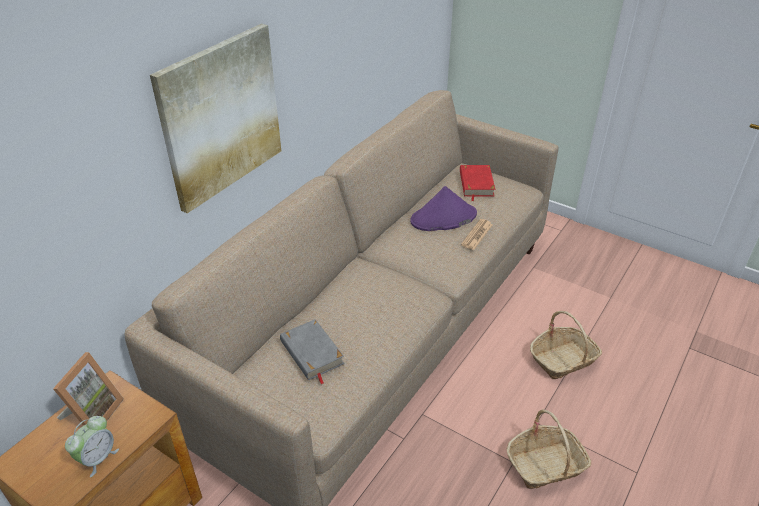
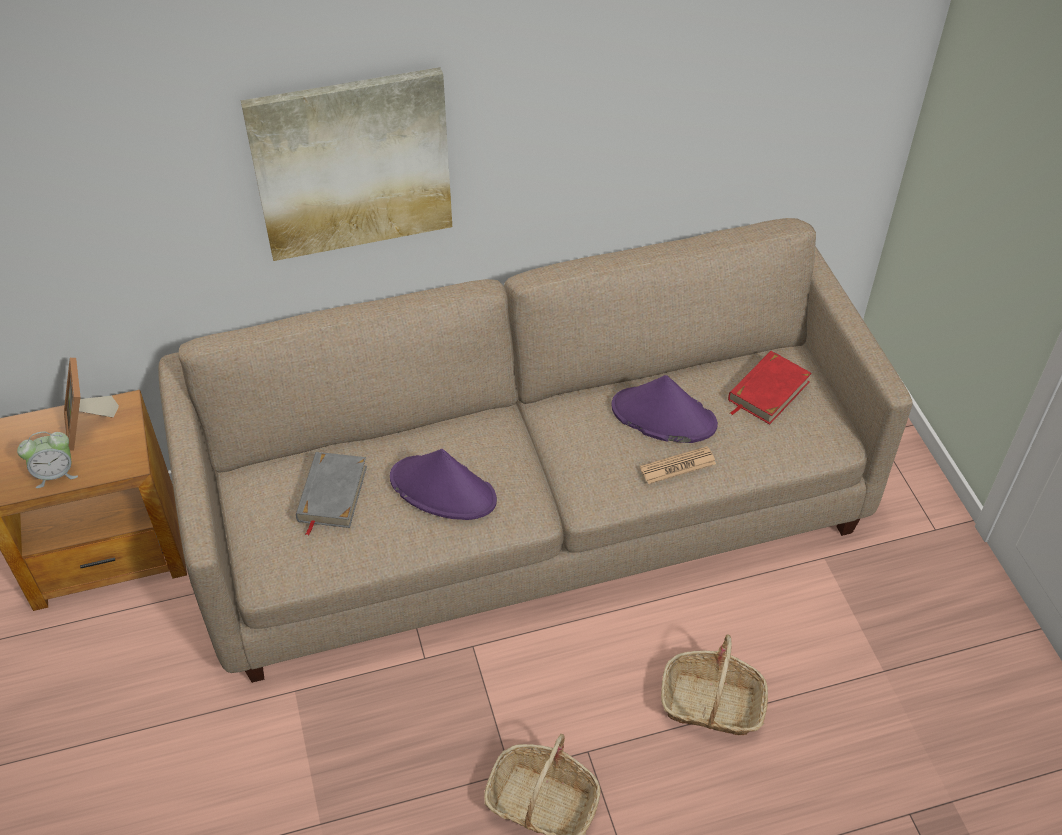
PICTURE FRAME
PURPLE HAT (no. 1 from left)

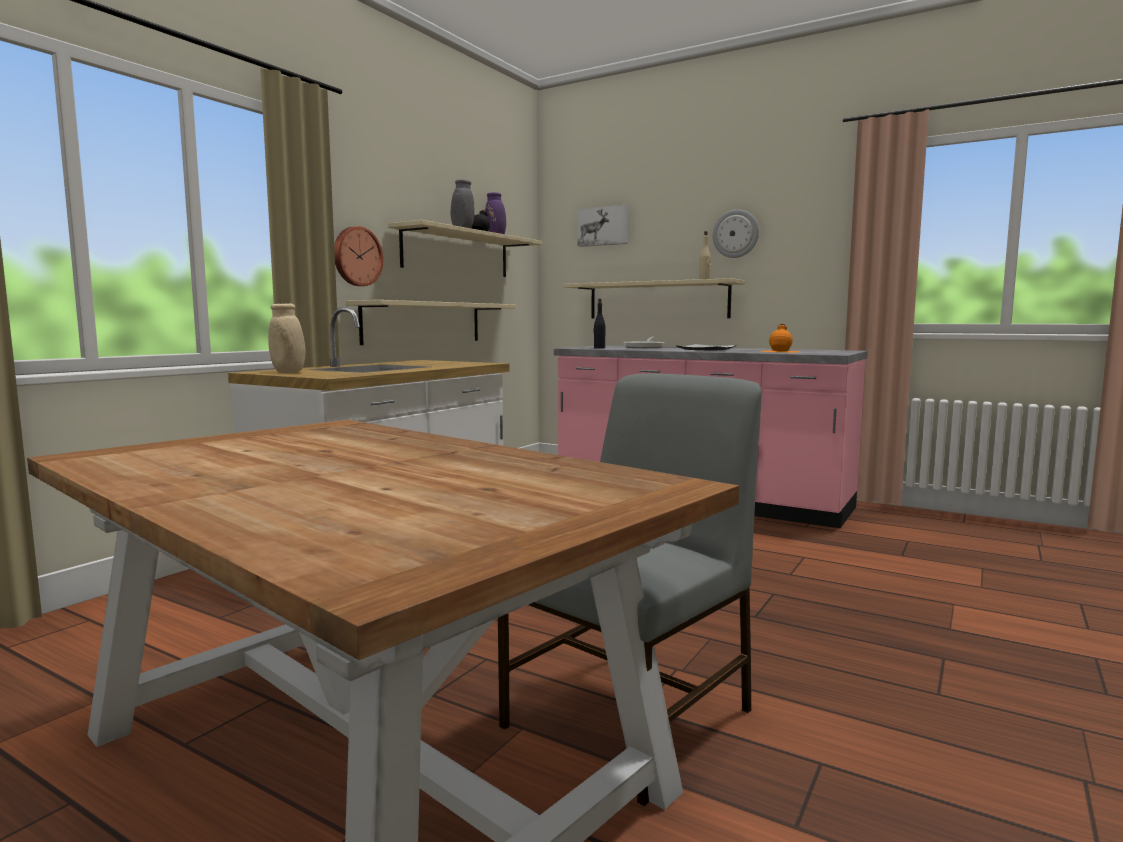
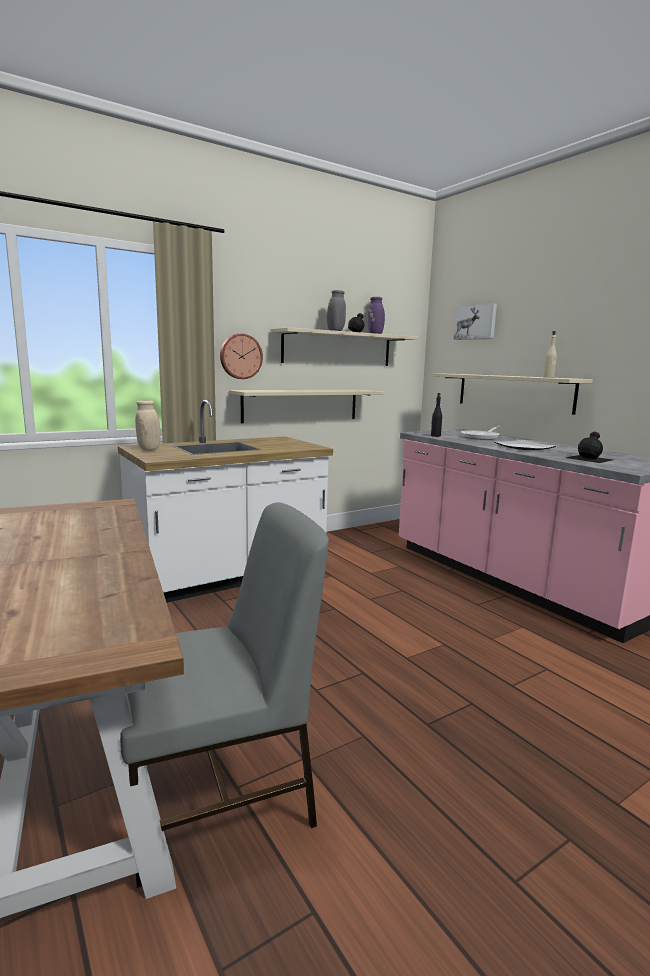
BLACK BOTTLE (no. 3 from left)
WALL CLOCK (no. 2 from left in the first image)

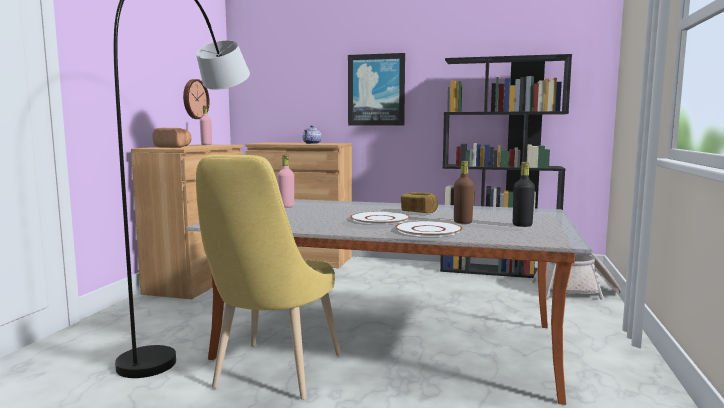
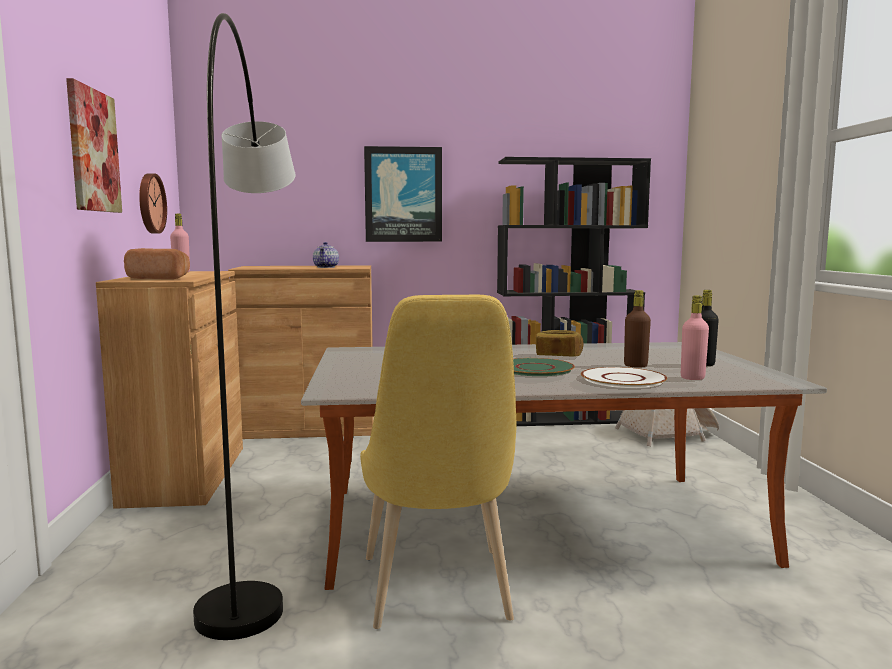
PICTURE (no. 1 from left)
GREEN PLATE
PINK BOTTLE (no. 2 from left)

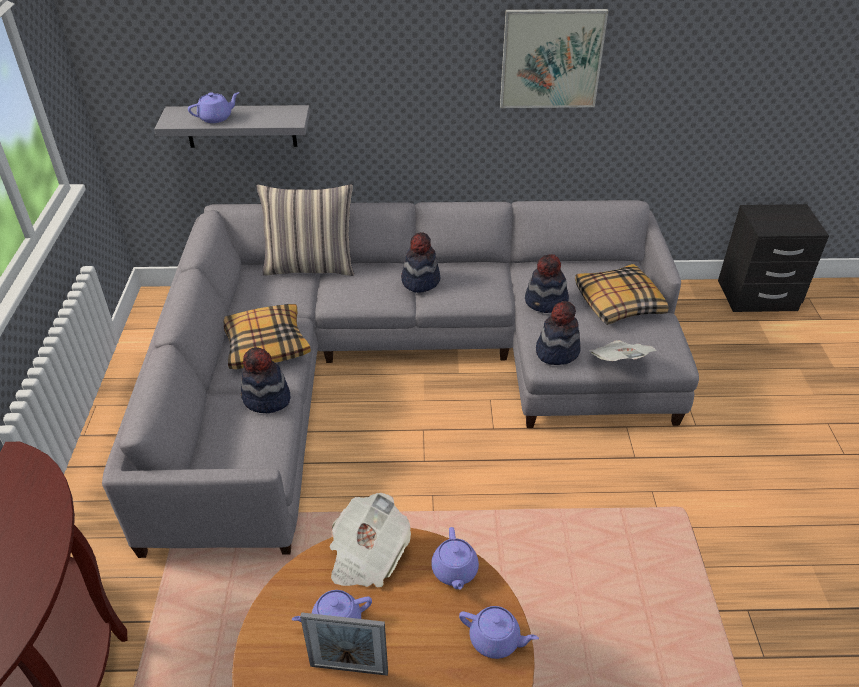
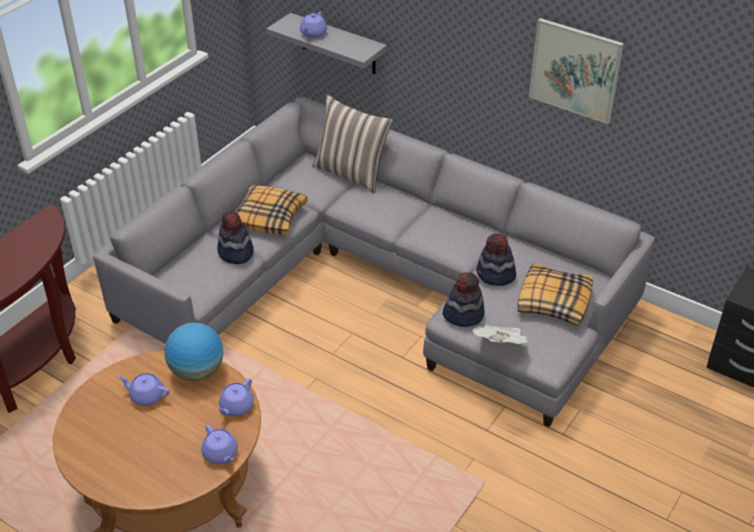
GLOBE
PURPLE TEAPOT (no. 4 from left)
PICTURE FRAME
HAT (no. 2 from left in the first image)

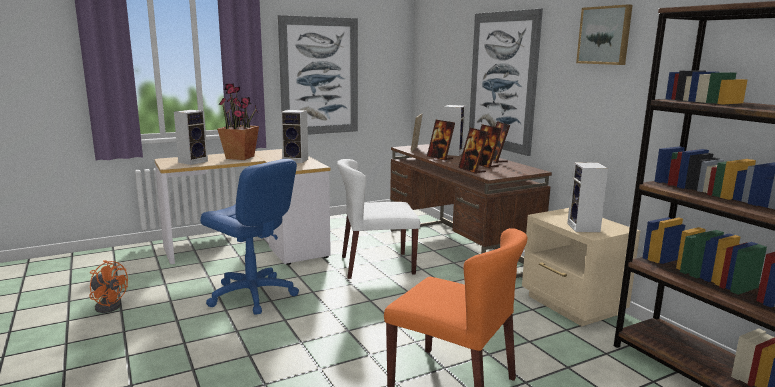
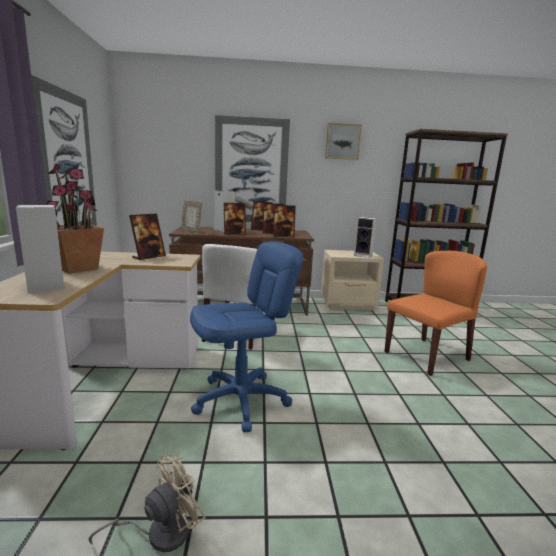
BEIGE FAN
PICTURE FRAME (no. 1 from left)

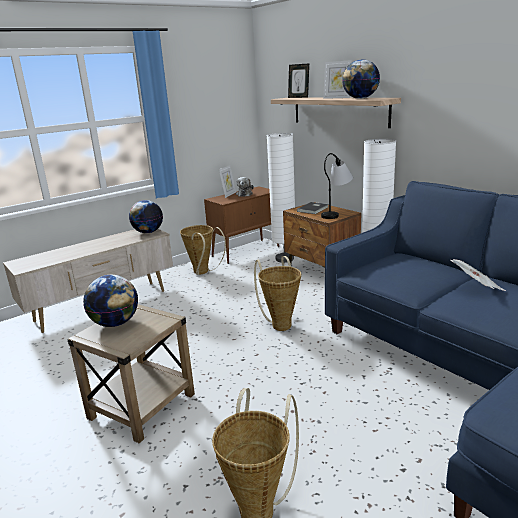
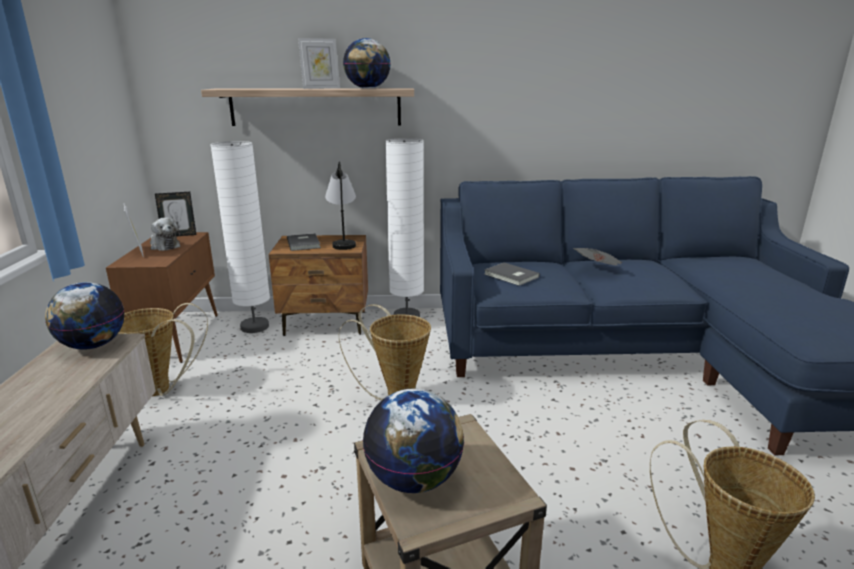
PICTURE FRAME (no. 2 from left)
GREY BOOK (no. 2 from left)

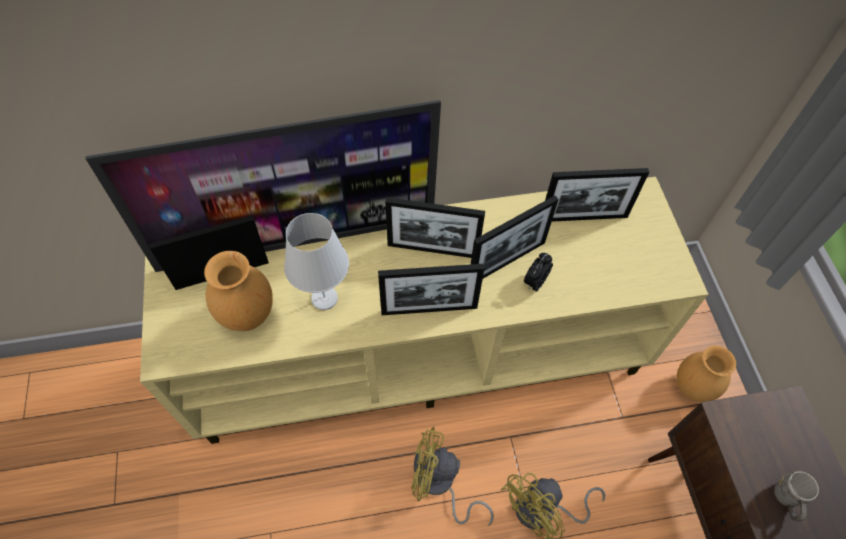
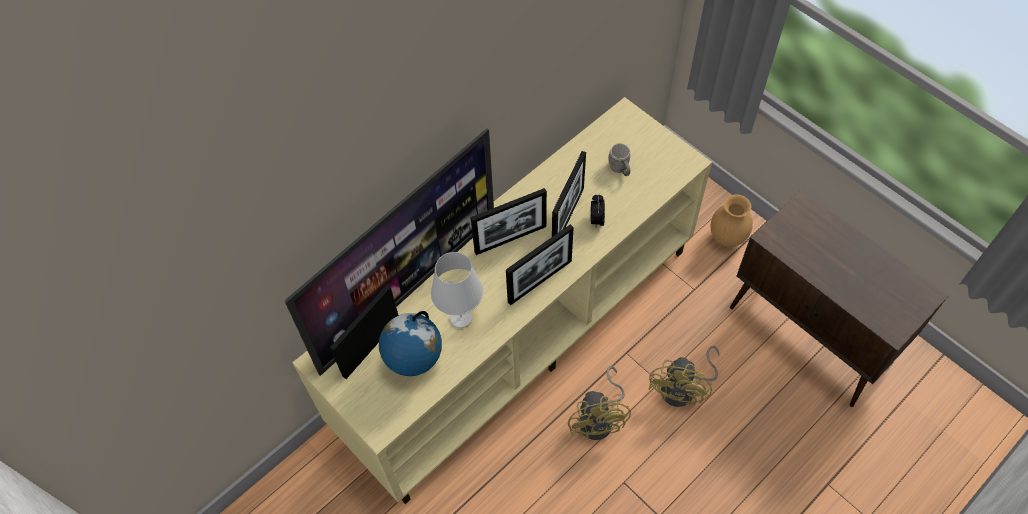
GLOBE
YELLOW FAN (no. 1 from left)
GREY MUG
PICTURE FRAME (no. 5 from left in the first image)

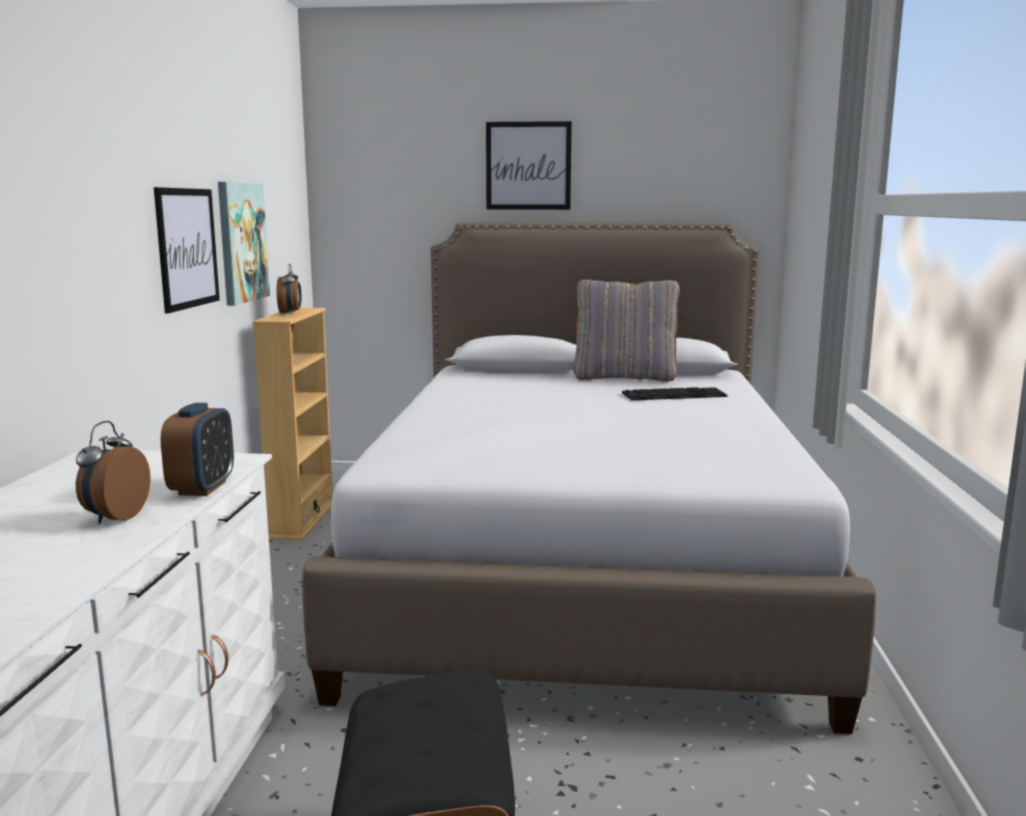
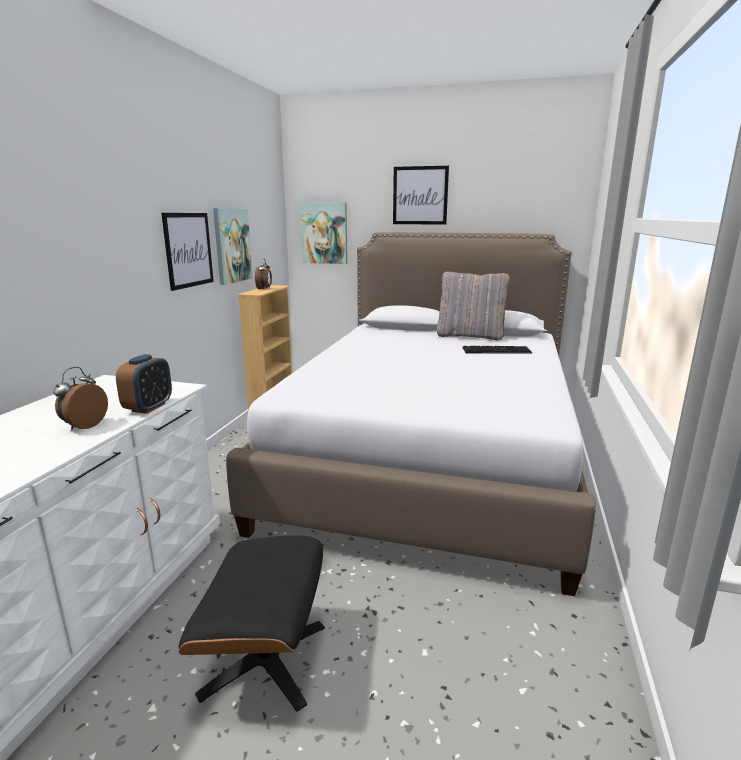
PICTURE (no. 3 from left)

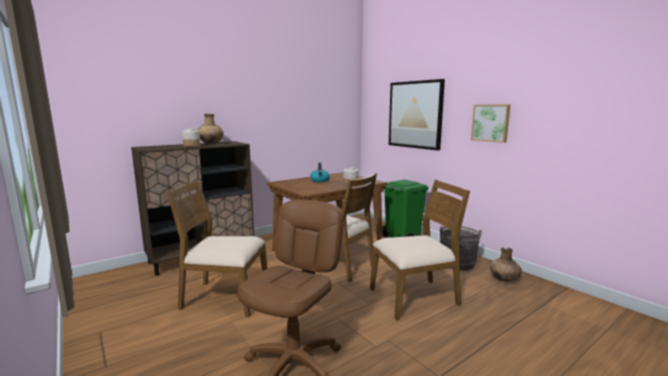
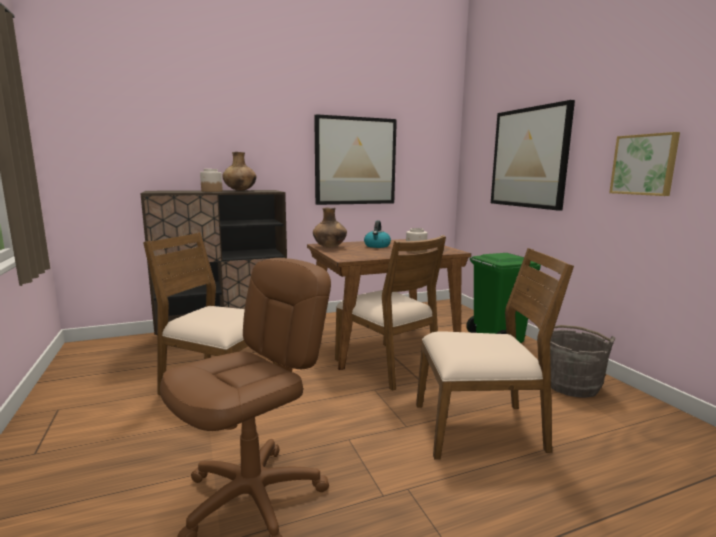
BROWN VASE (no. 2 from left)
PICTURE (no. 1 from left)

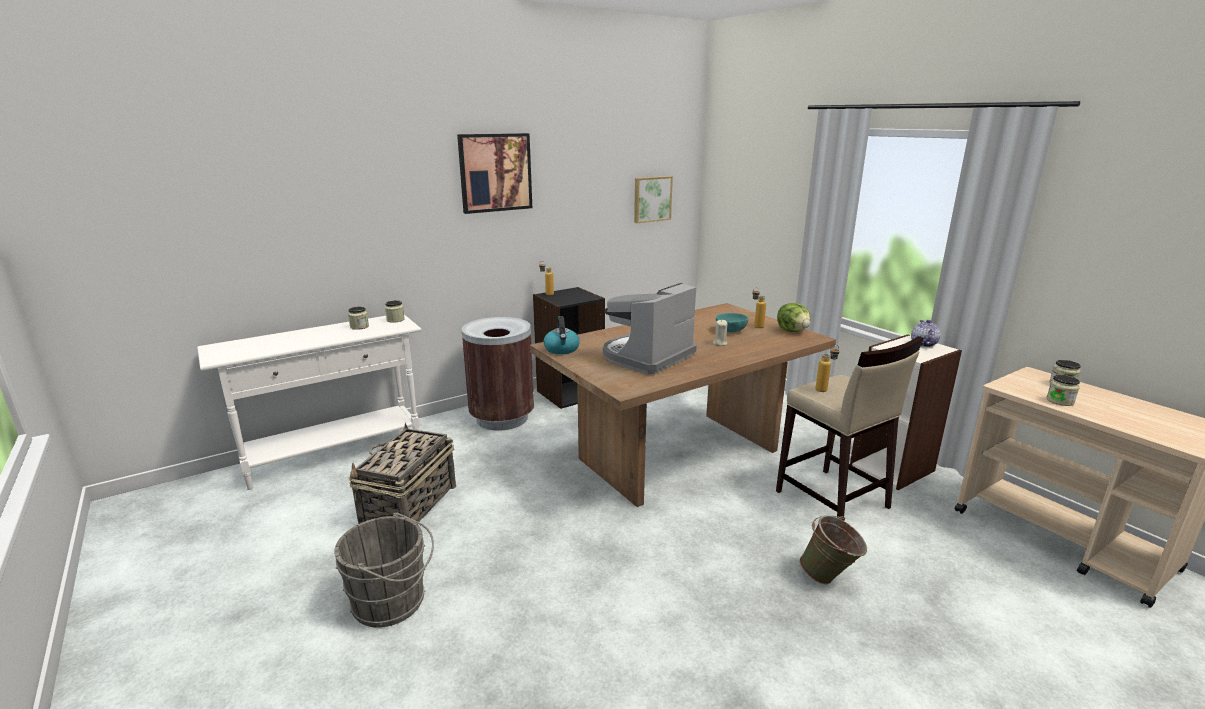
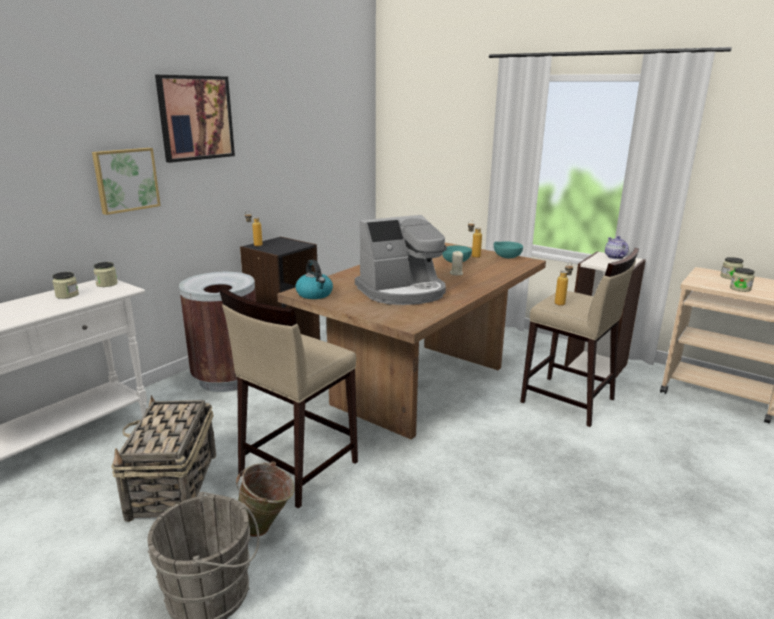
PICTURE (no. 1 from left)
BEIGE STOOL (no. 1 from left)
GREEN BUCKET
COFFEE MACHINE
TURQUOISE BOWL (no. 2 from left)

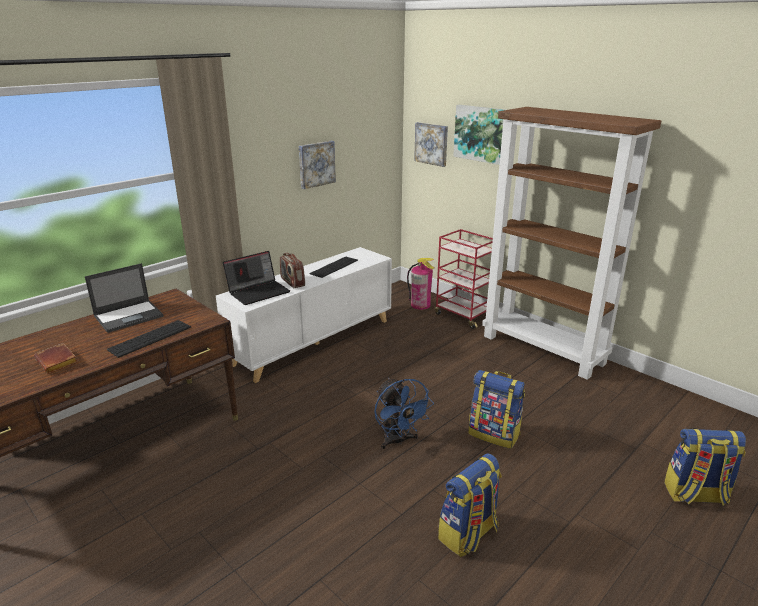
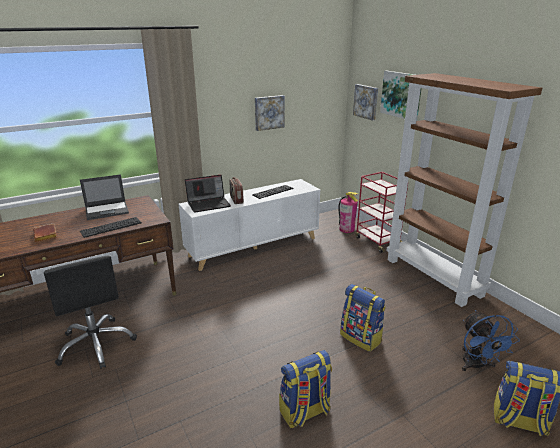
BLACK OFFICE CHAIR
BLUE FAN

